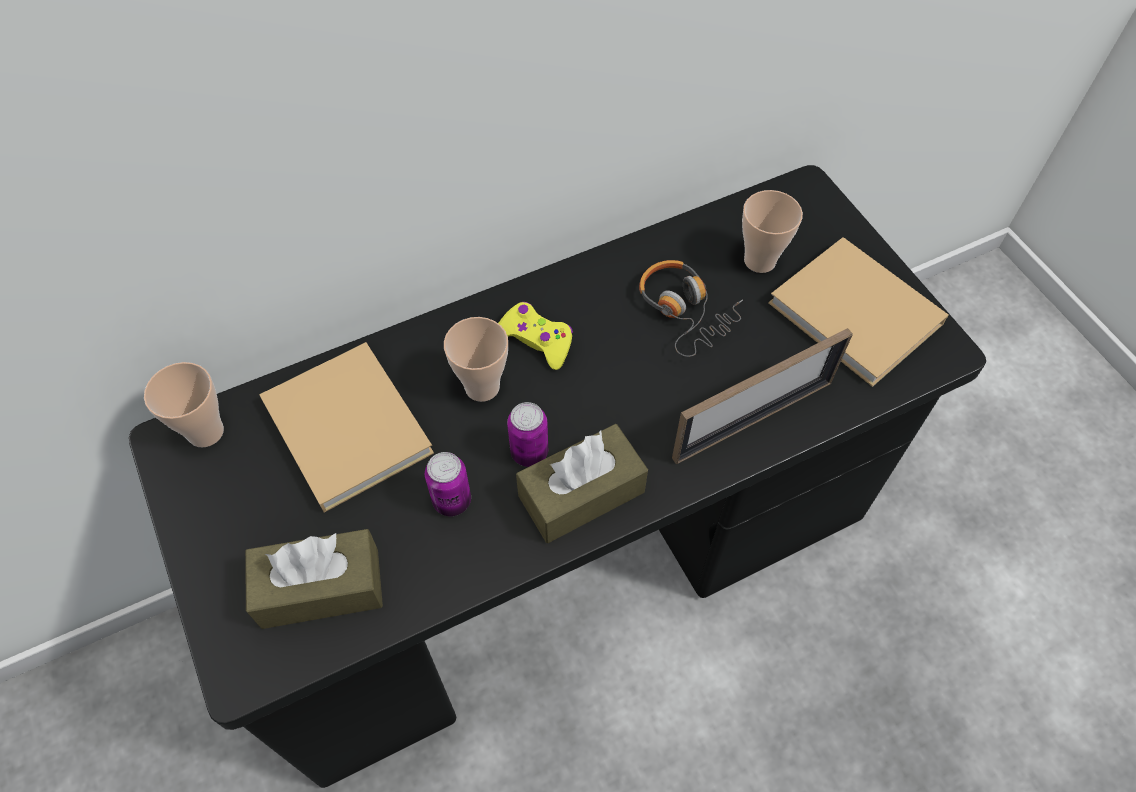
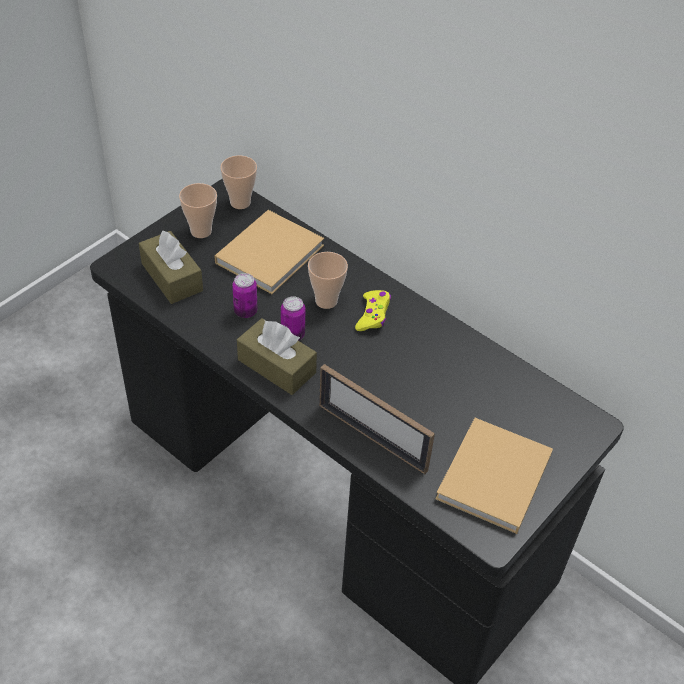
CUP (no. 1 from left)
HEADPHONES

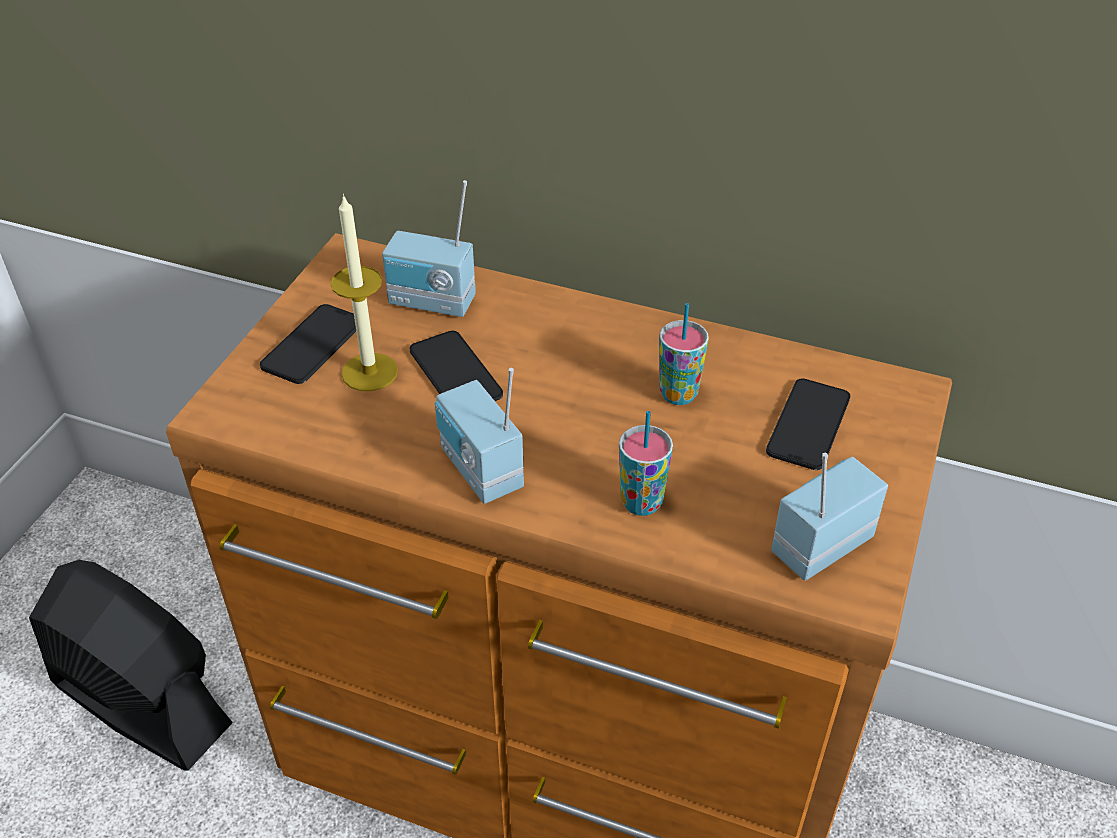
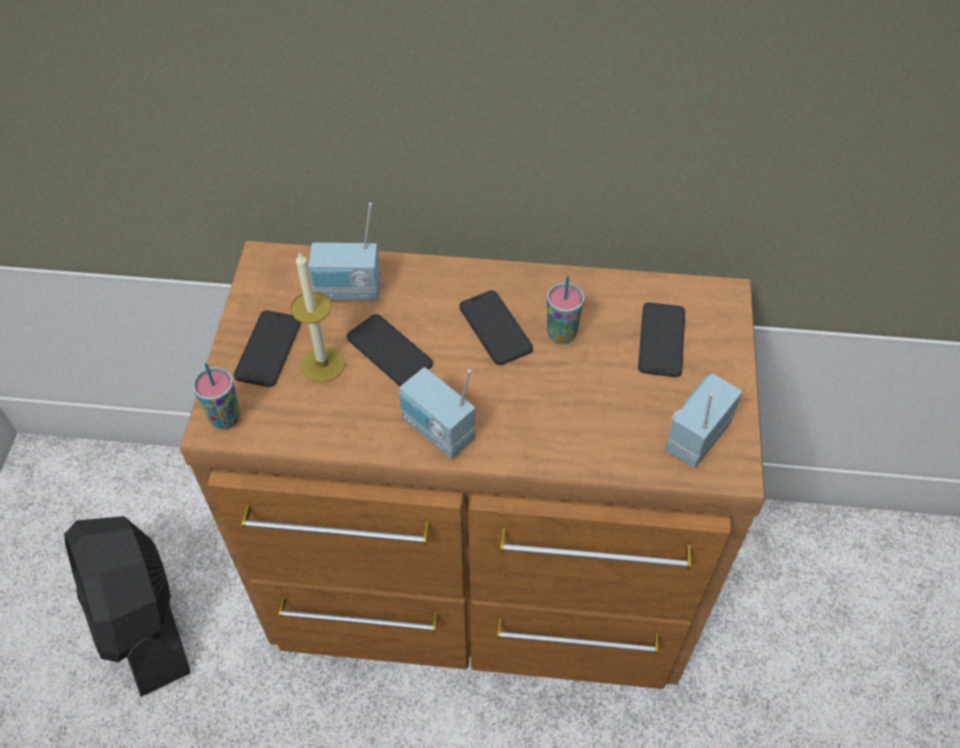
BLACK FAN
CUP (no. 1 from left)
PHONE (no. 3 from left)

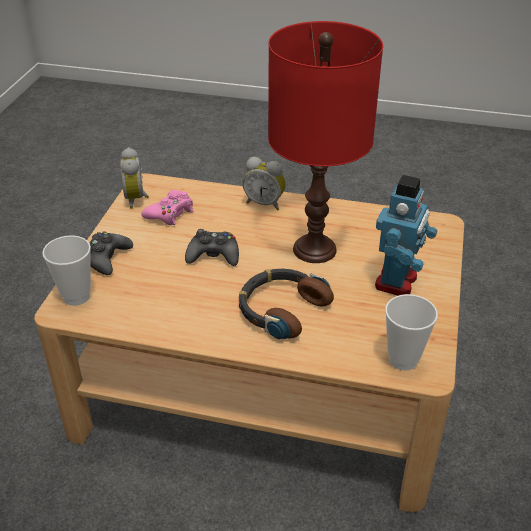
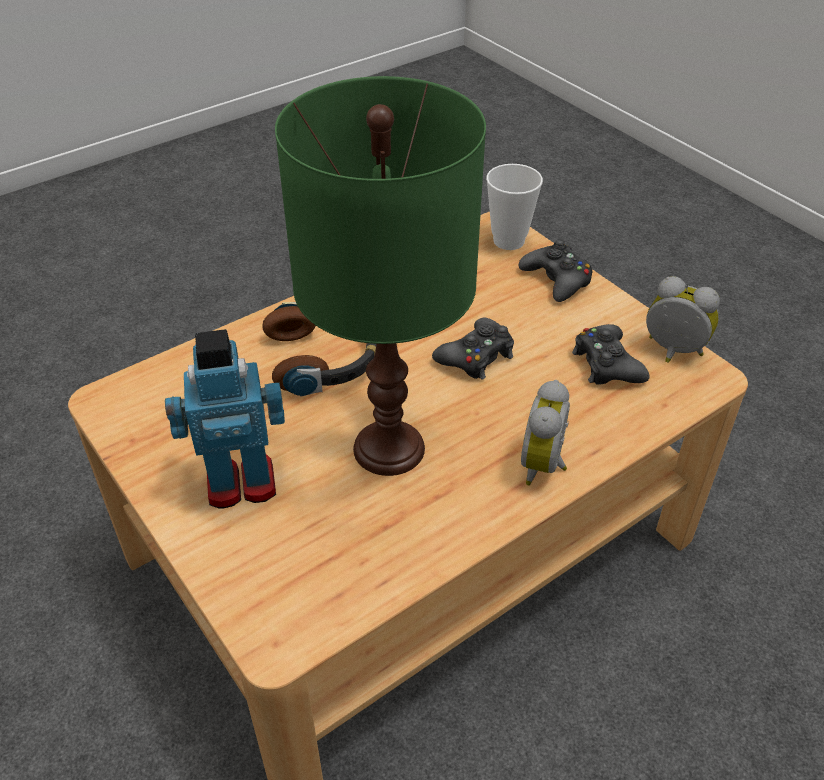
TOY ROBOT
GREEN TABLE LAMP
ALARM CLOCK (no. 1 from left)
BLACK GAME CONTROLLER (no. 3 from left)
CUP (no. 2 from left in the first image)

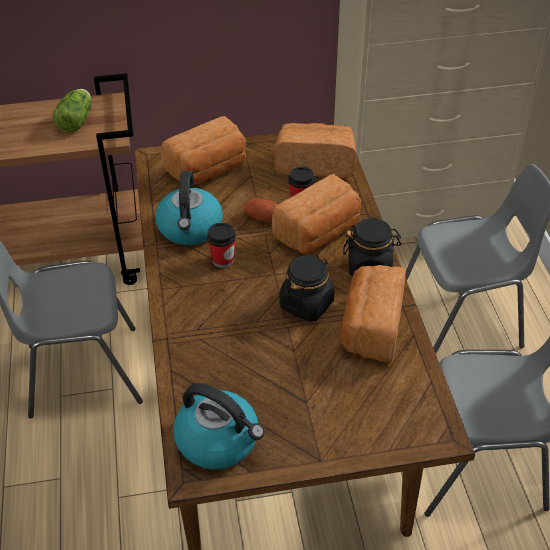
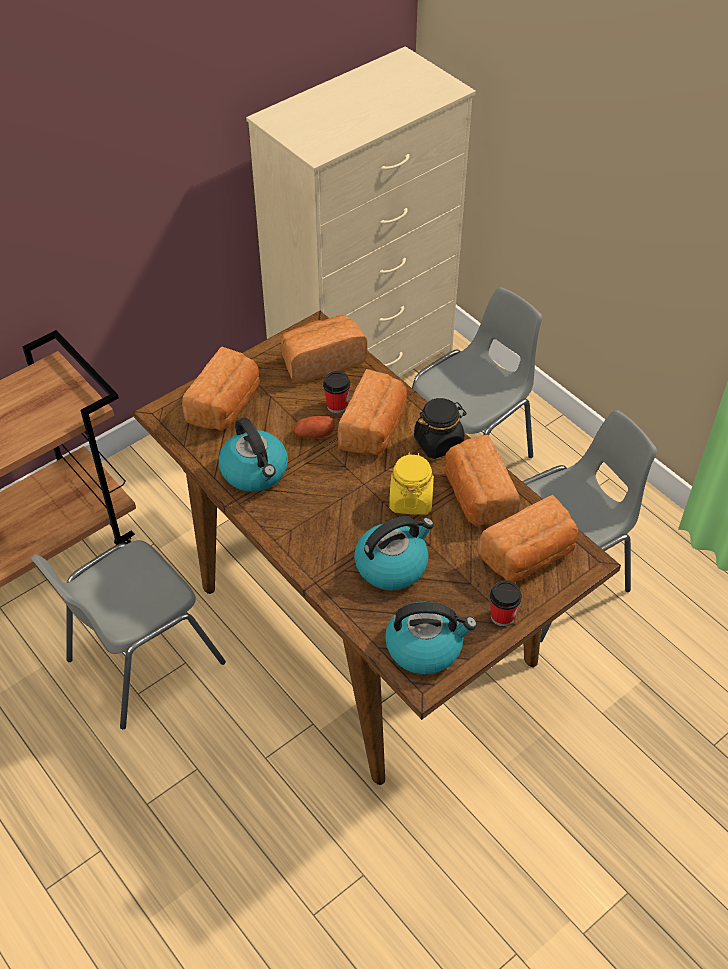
KETTLE (no. 2 from left)
YELLOW JAR
BREAD (no. 5 from left)
CUP (no. 2 from left)
LETTUCE

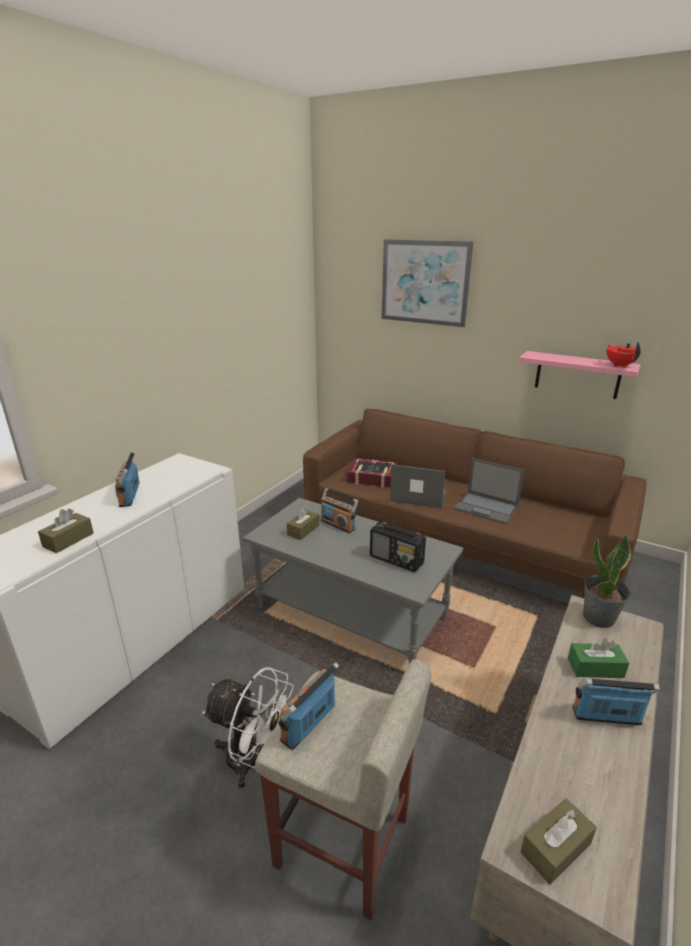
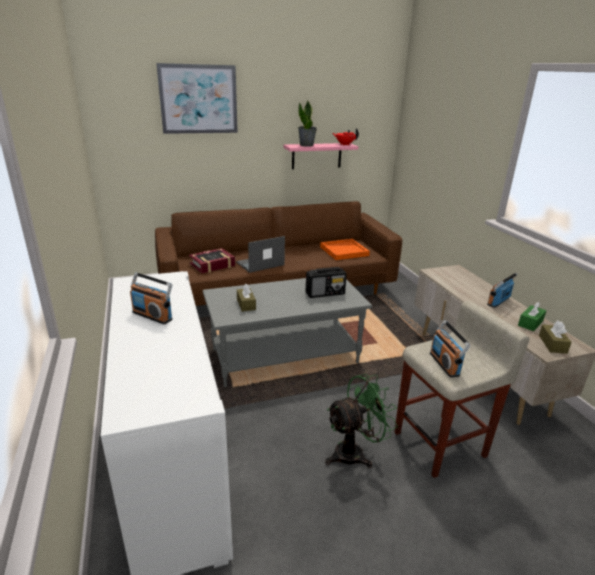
POTTED PLANT
ORANGE TRAY
GREEN FAN
GREEN TISSUE BOX
BROWN TISSUE BOX (no. 1 from left in the first image)
RADIO (no. 3 from left in the first image)
LAPTOP (no. 2 from left in the first image)

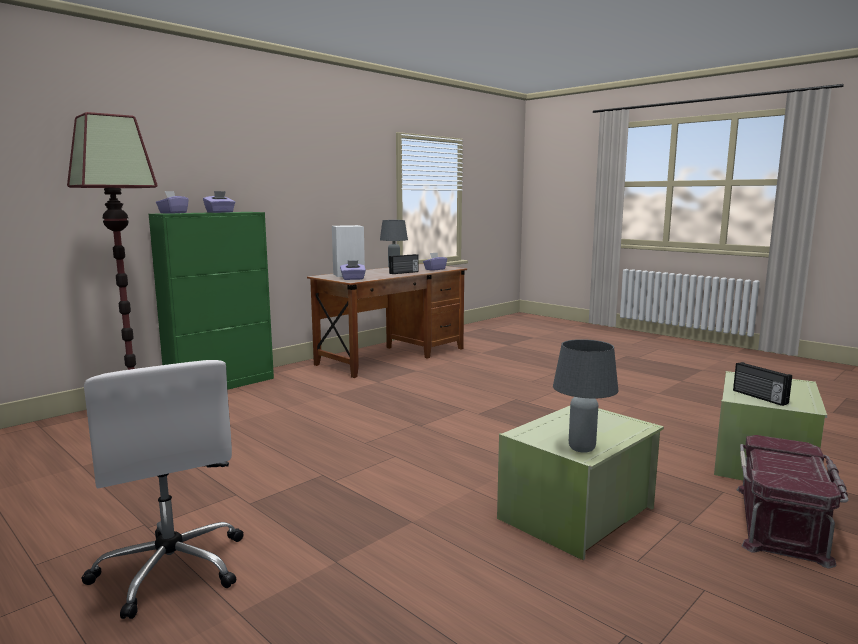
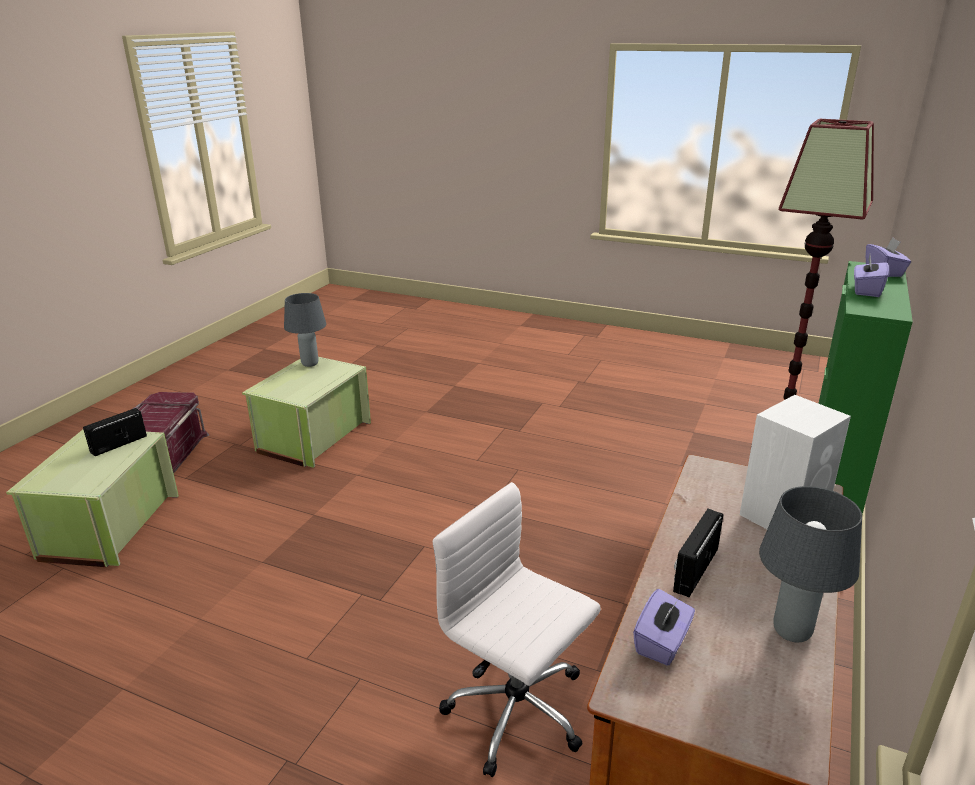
RADIO (no. 1 from left)
WHITE OFFICE CHAIR
PURPLE TISSUE BOX (no. 3 from left in the first image)

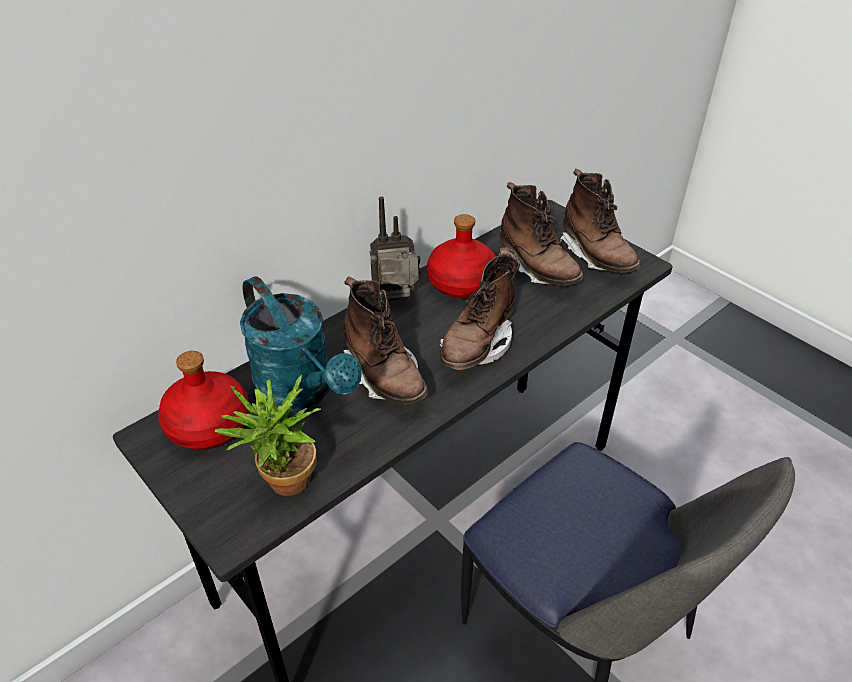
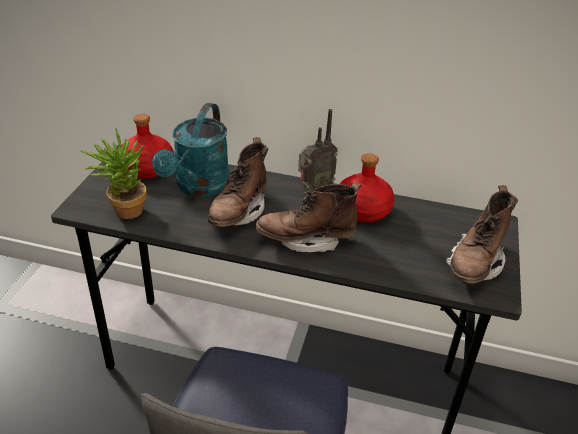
RADIO
BROWN BOOT (no. 3 from left in the first image)

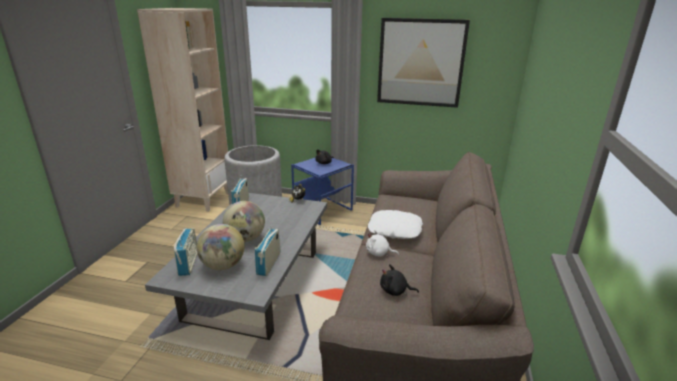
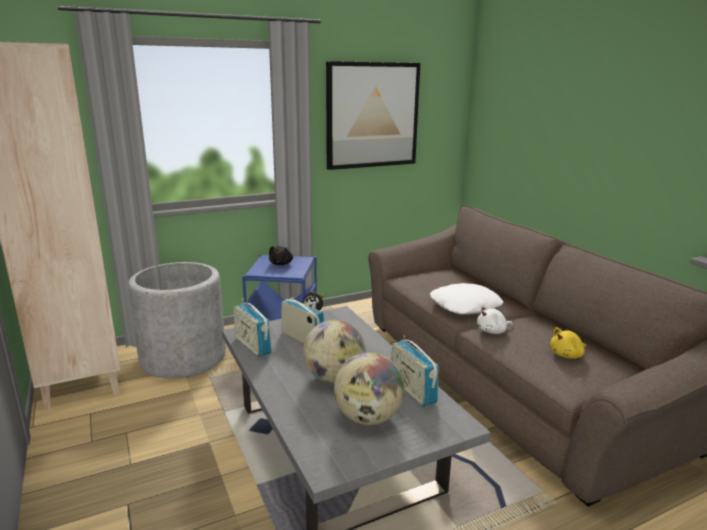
RADIO (no. 2 from left)
YELLOW PLUSH TOY

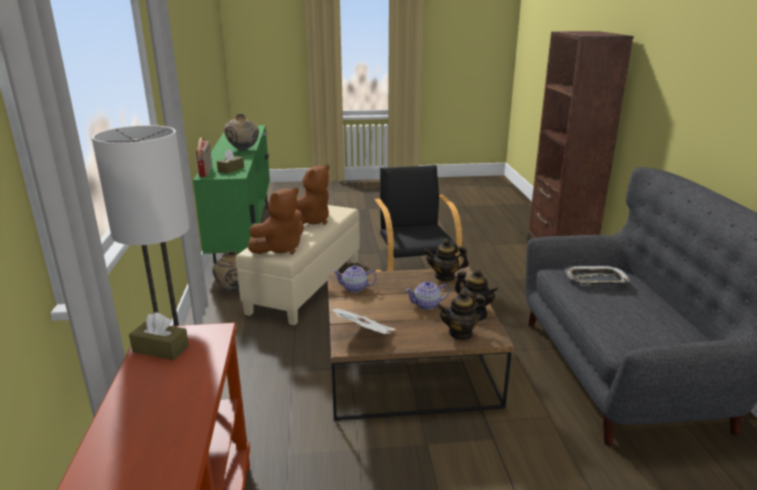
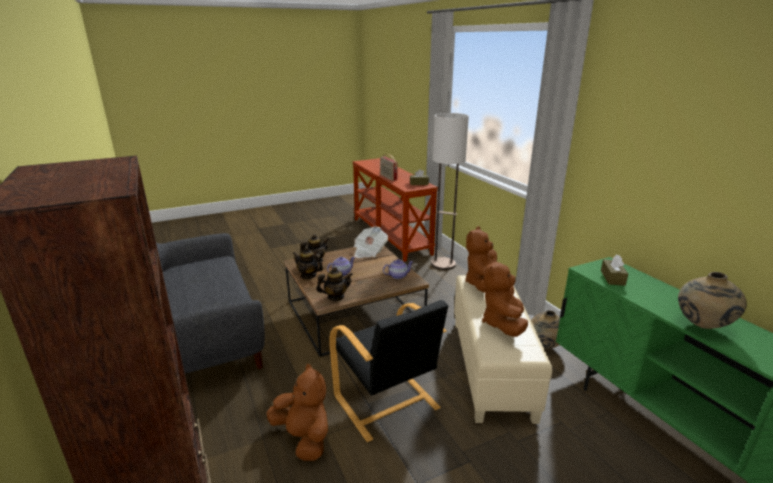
BROWN PLUSH TOY (no. 1 from left)
RADIO
TRAY

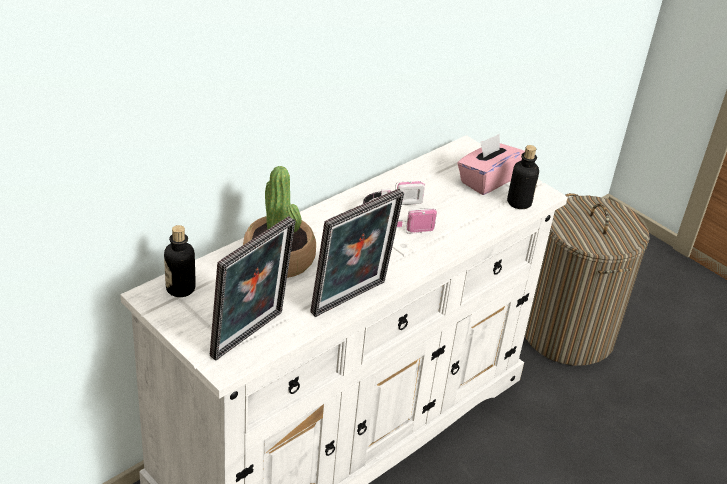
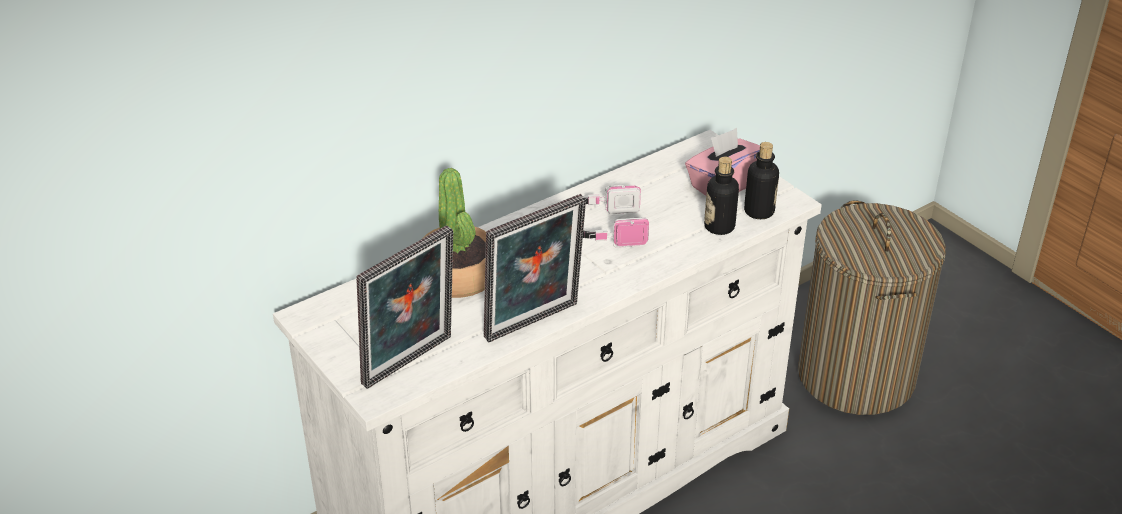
BOTTLE (no. 1 from left)

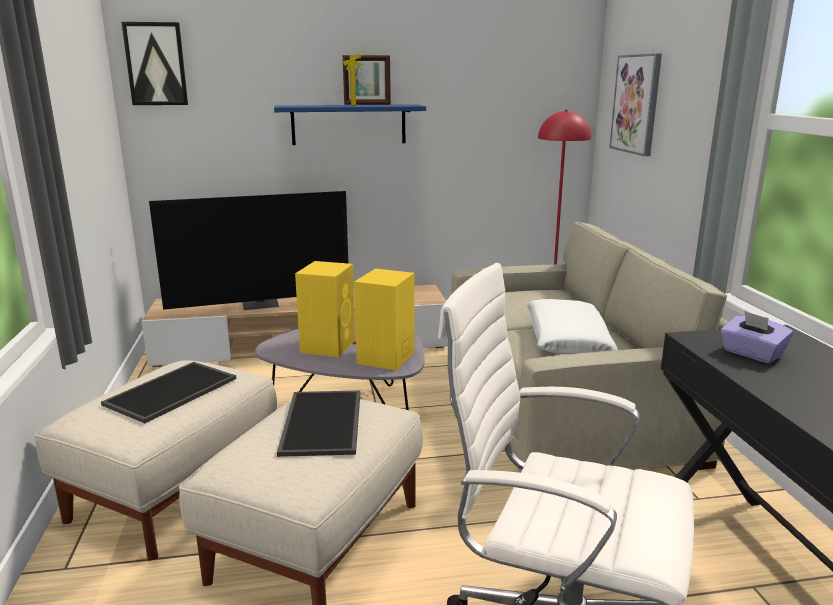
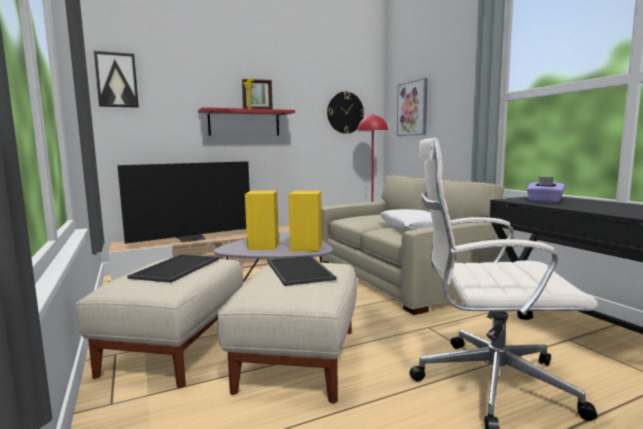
RED SHELF
WALL CLOCK

